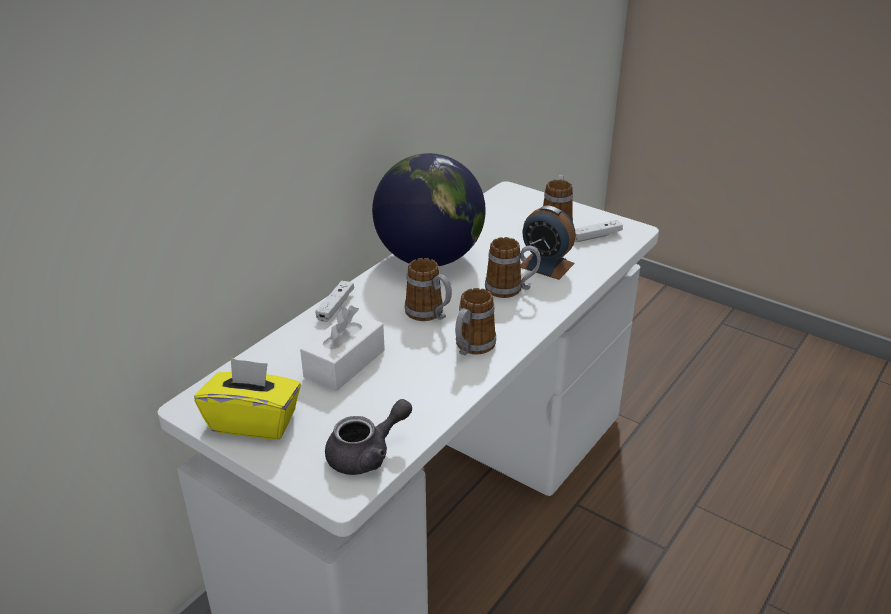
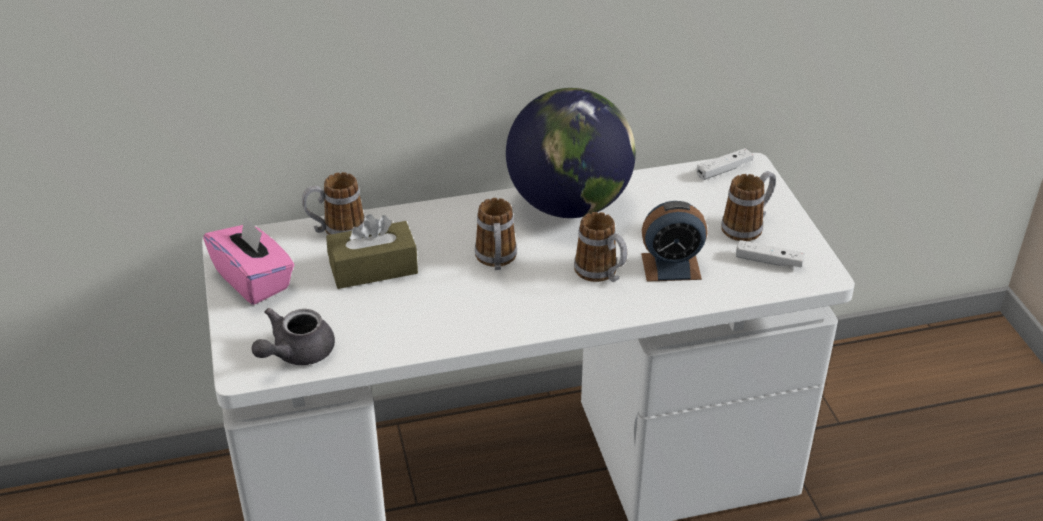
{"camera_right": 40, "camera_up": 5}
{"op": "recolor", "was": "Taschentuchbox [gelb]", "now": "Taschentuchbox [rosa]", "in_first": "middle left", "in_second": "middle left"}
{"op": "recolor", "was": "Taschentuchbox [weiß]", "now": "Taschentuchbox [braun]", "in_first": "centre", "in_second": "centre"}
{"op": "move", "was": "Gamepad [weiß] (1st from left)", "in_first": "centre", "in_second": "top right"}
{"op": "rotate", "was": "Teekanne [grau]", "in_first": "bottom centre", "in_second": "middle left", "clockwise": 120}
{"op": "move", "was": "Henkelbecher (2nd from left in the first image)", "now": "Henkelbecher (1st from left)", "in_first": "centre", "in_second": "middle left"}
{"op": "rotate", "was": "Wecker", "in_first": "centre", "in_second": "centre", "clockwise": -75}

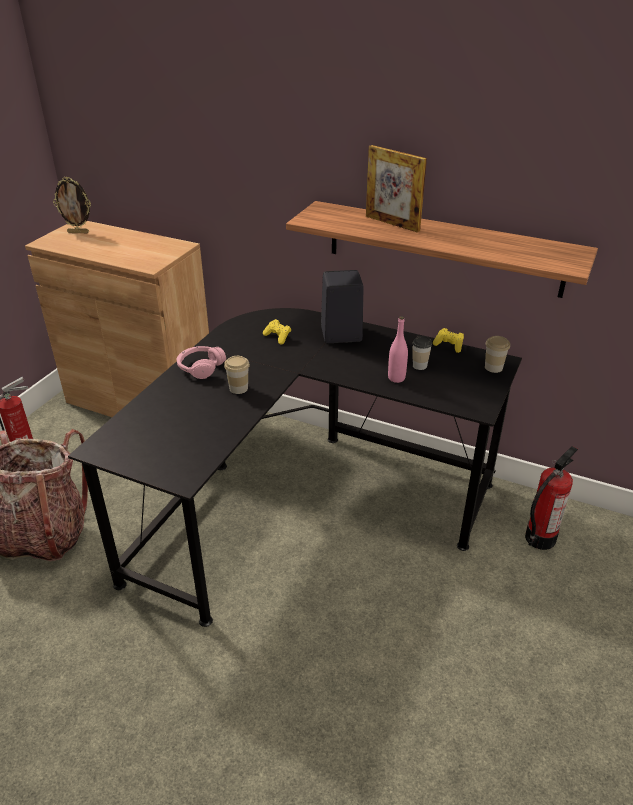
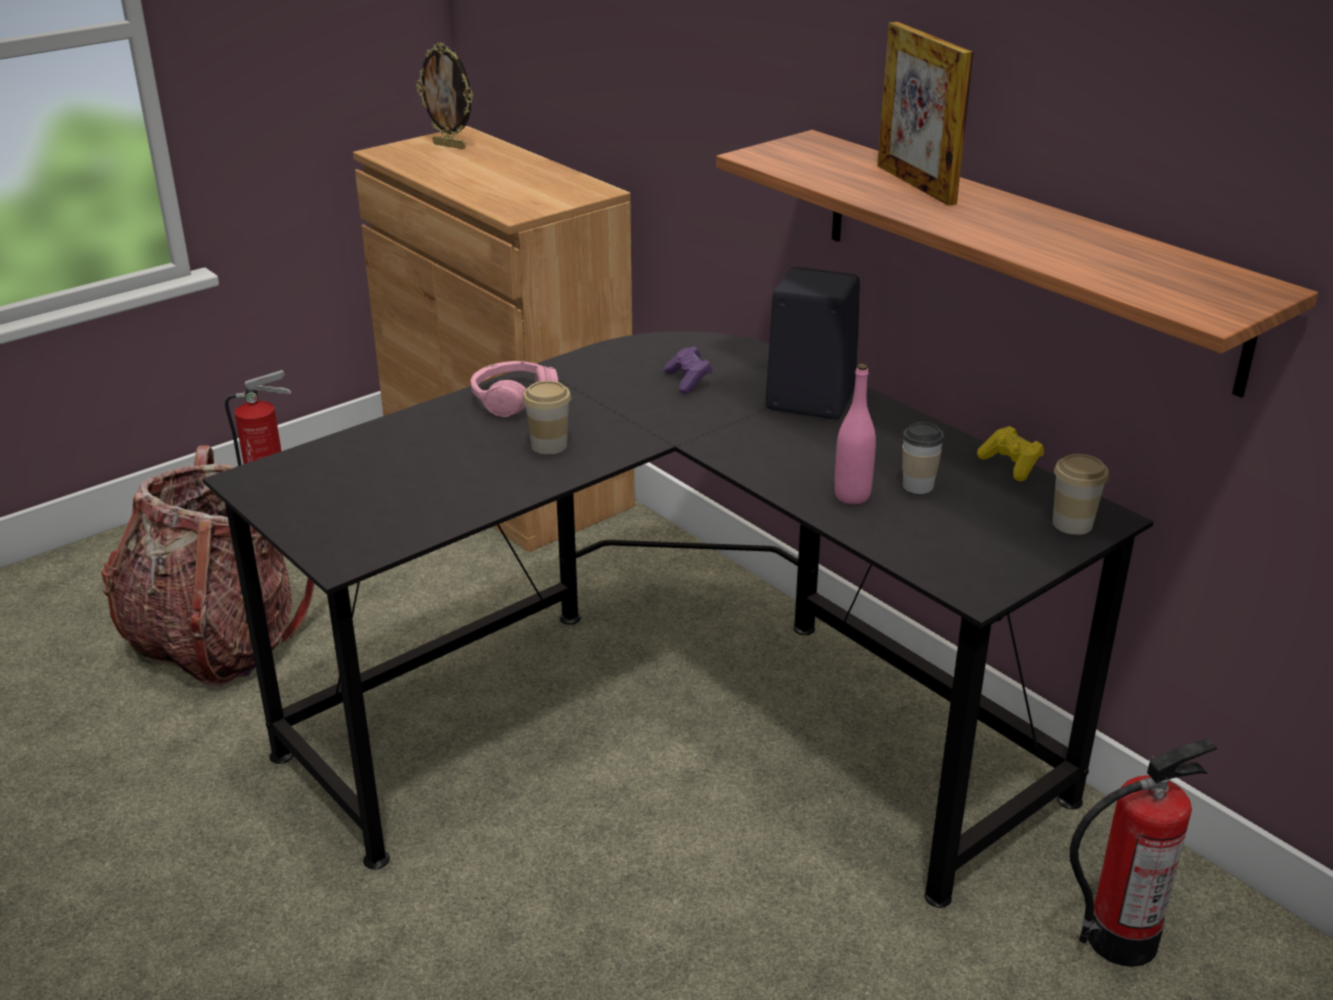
{"camera_right": 25, "camera_up": -5}
{"op": "recolor", "was": "Gamepad [gelb] (1st from left)", "now": "Gamepad [lila]", "in_first": "centre", "in_second": "centre"}

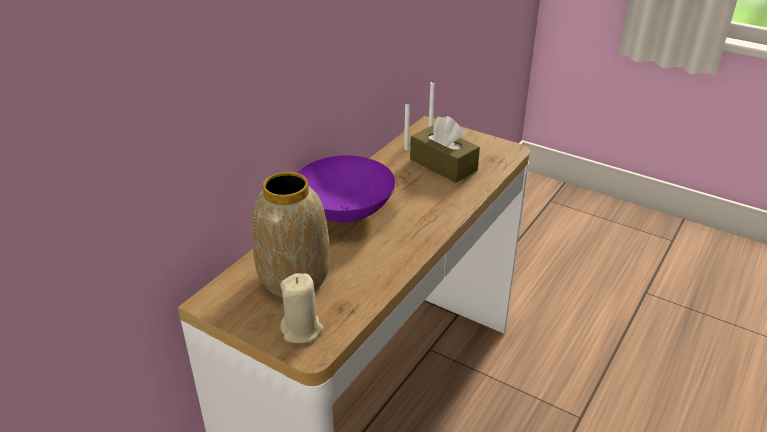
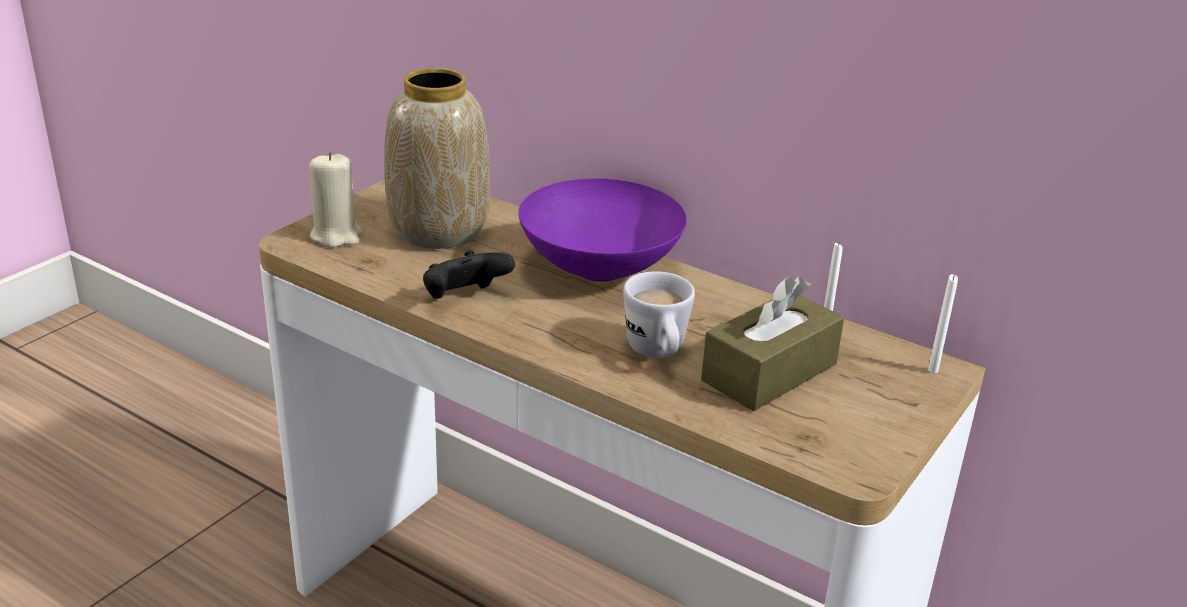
{"camera_right": 90, "camera_up": -5}
{"op": "insert", "now": "Gamepad [schwarz]", "in_second": "centre"}
{"op": "insert", "now": "Henkelbecher [weiß]", "in_second": "centre"}

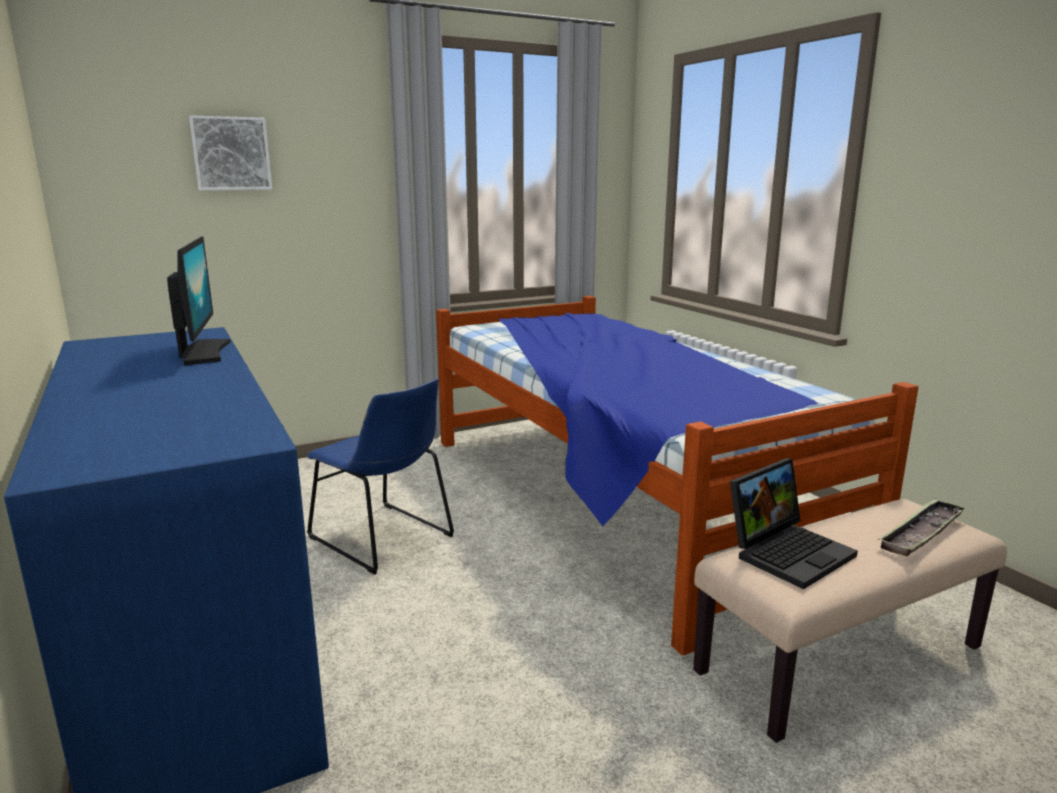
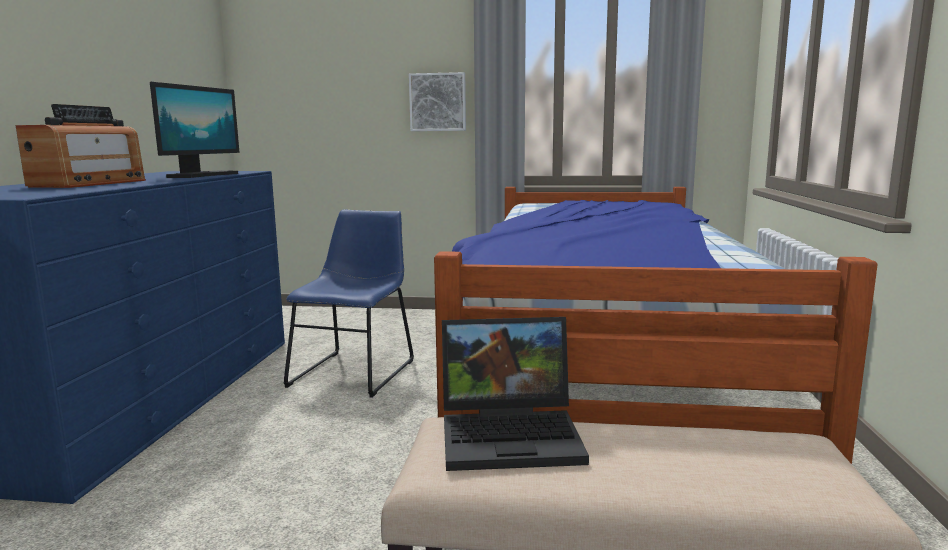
{"camera_right": 35, "camera_up": -5}
{"op": "move", "was": "Bild", "in_first": "top left", "in_second": "top centre"}
{"op": "rotate", "was": "Stuhl [blau]", "in_first": "centre", "in_second": "centre", "clockwise": -150}
{"op": "delete", "was": "Tablett", "in_first": "middle right"}
{"op": "insert", "now": "Radio", "in_second": "top left"}

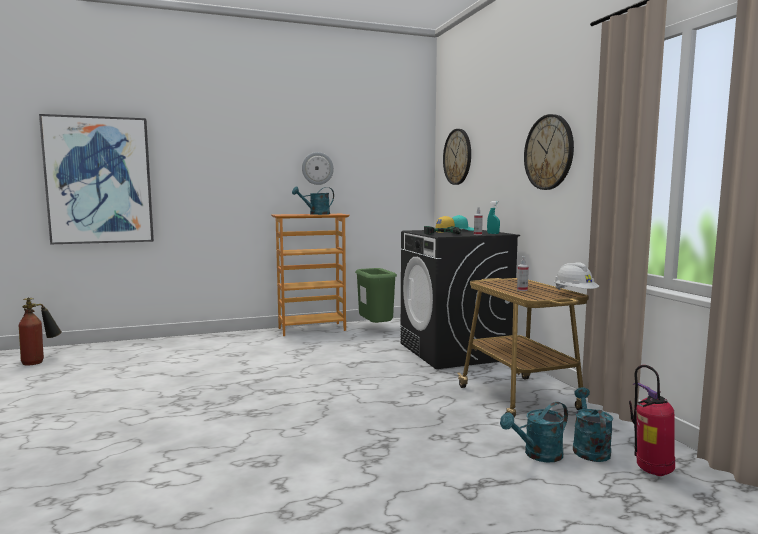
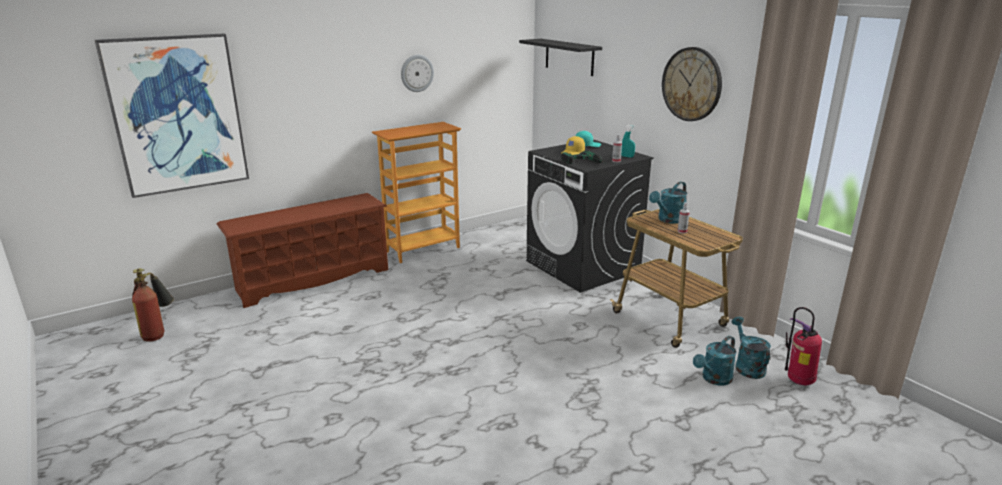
{"camera_right": -15, "camera_up": 15}
{"op": "move", "was": "Gießkanne [türkis] (1st from left)", "in_first": "centre", "in_second": "middle right"}
{"op": "delete", "was": "Mülleimer [grün]", "in_first": "centre"}
{"op": "replace", "was": "Wanduhr (2nd from left)", "now": "Wandregal [schwarz]", "in_first": "top centre", "in_second": "top centre"}
{"op": "delete", "was": "Schutzhelm [weiß]", "in_first": "middle right"}
{"op": "insert", "now": "Schuhregal [braun]", "in_second": "middle left"}

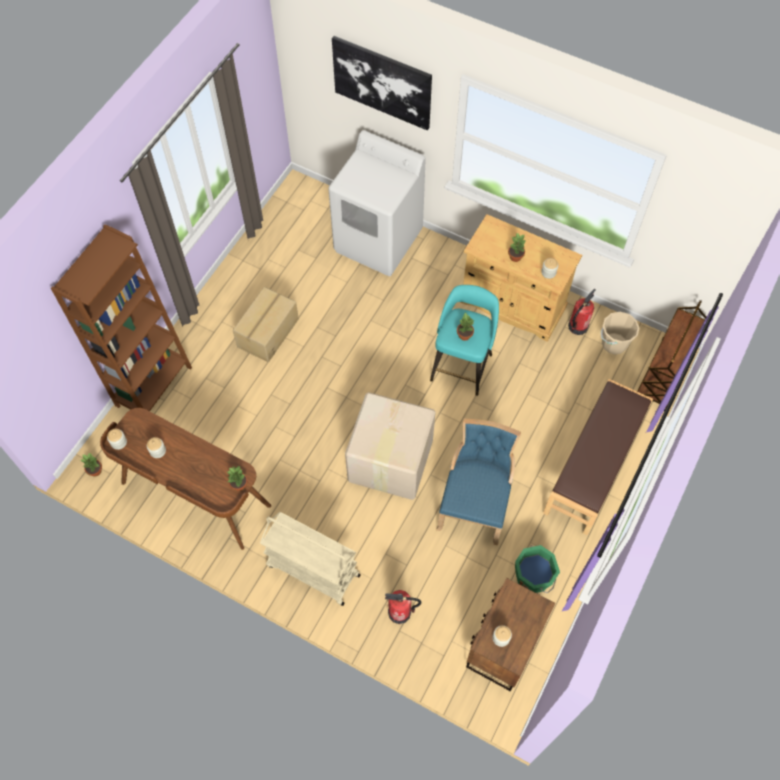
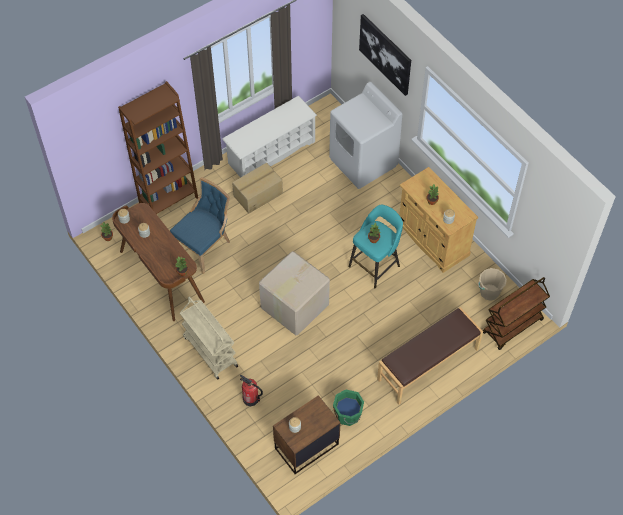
{"camera_right": 25, "camera_up": -5}
{"op": "move", "was": "Stuhl [blau]", "in_first": "centre", "in_second": "middle left"}
{"op": "delete", "was": "Feuerlöscher (2nd from left)", "in_first": "middle right"}
{"op": "insert", "now": "Schuhregal [weiß]", "in_second": "top centre"}

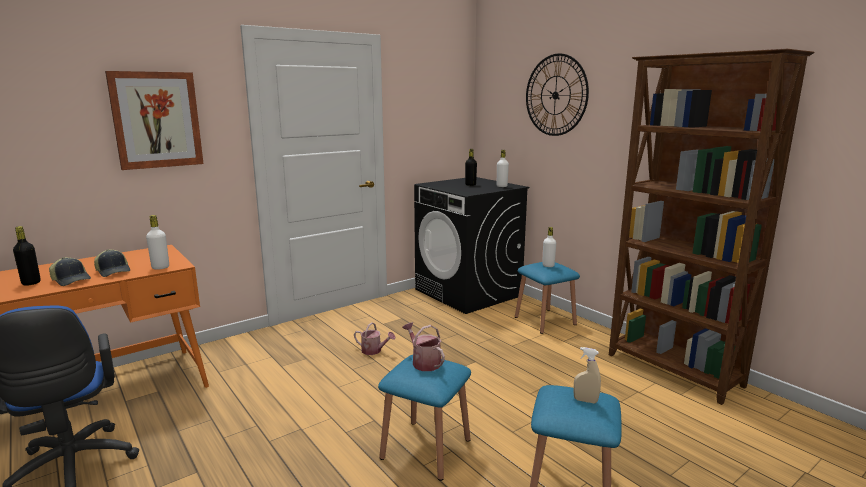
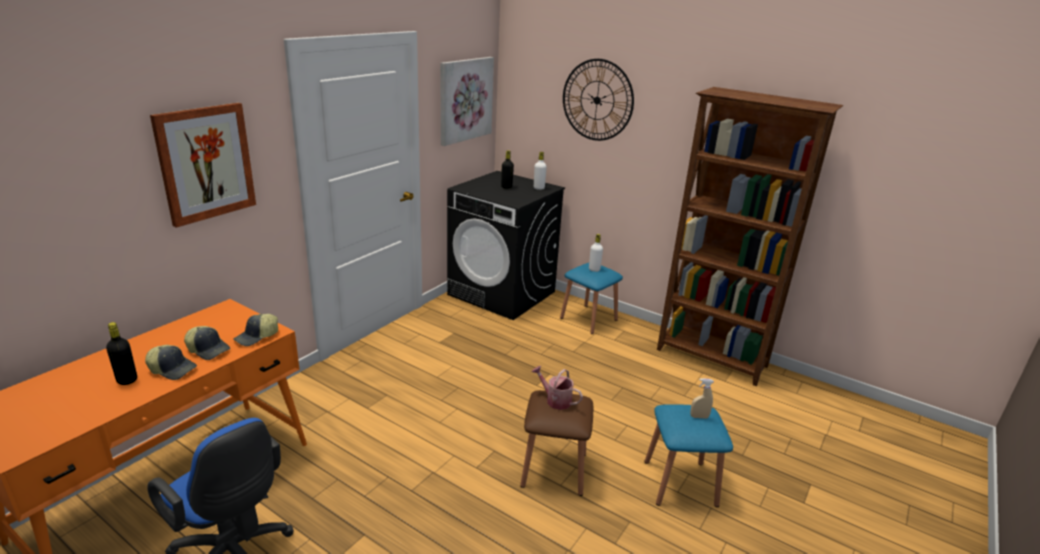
{"camera_right": -20, "camera_up": 10}
{"op": "replace", "was": "Flasche [weiß] (1st from left)", "now": "Kappe (3rd from left)", "in_first": "middle left", "in_second": "middle left"}
{"op": "delete", "was": "Gießkanne (1st from left)", "in_first": "bottom centre"}
{"op": "recolor", "was": "Hocker [blau] (1st from left)", "now": "Hocker [braun]", "in_first": "bottom centre", "in_second": "bottom centre"}
{"op": "insert", "now": "Bild (2nd from left)", "in_second": "top centre"}

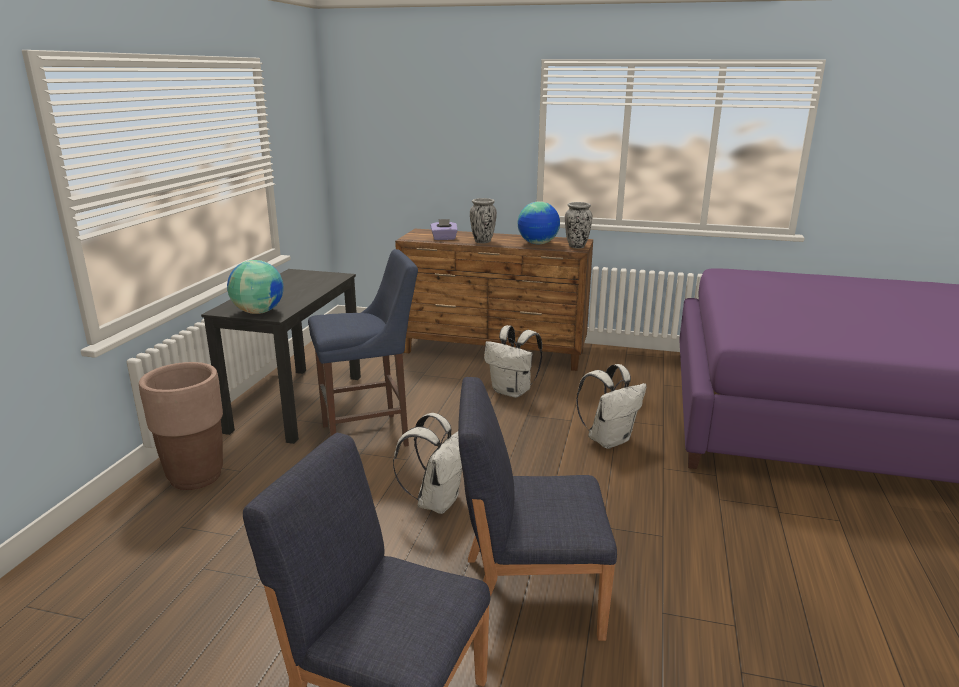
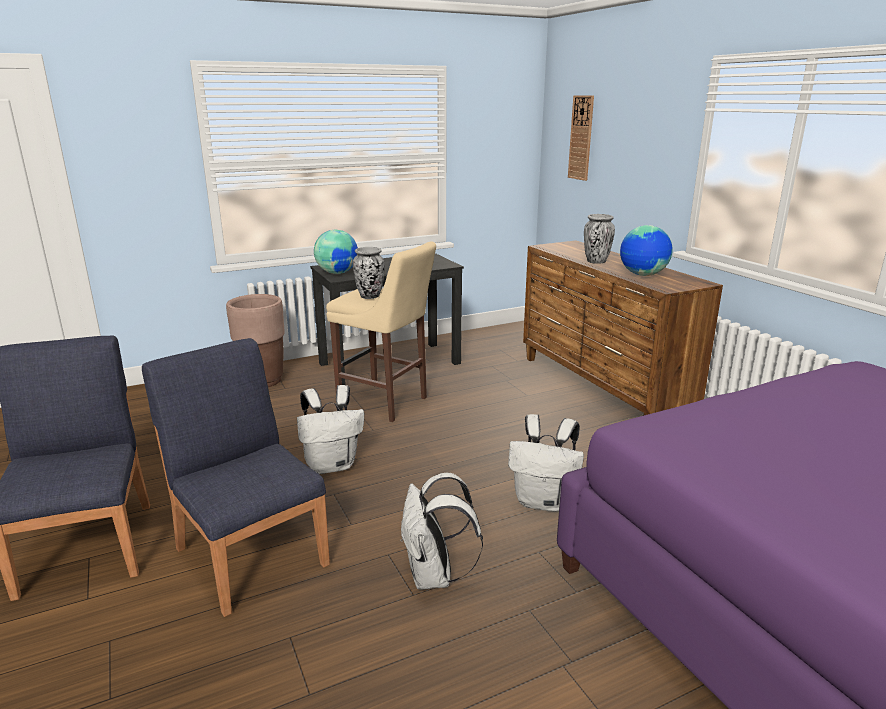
{"camera_right": 50, "camera_up": 0}
{"op": "recolor", "was": "Hocker [blau]", "now": "Hocker [beige]", "in_first": "centre", "in_second": "centre"}
{"op": "delete", "was": "Taschentuchbox [lila]", "in_first": "centre"}
{"op": "move", "was": "Rucksack [weiß] (2nd from left)", "in_first": "centre", "in_second": "bottom centre"}
{"op": "move", "was": "Vase (2nd from left in the first image)", "now": "Vase (1st from left)", "in_first": "top centre", "in_second": "centre"}
{"op": "insert", "now": "Wanduhr", "in_second": "top centre"}

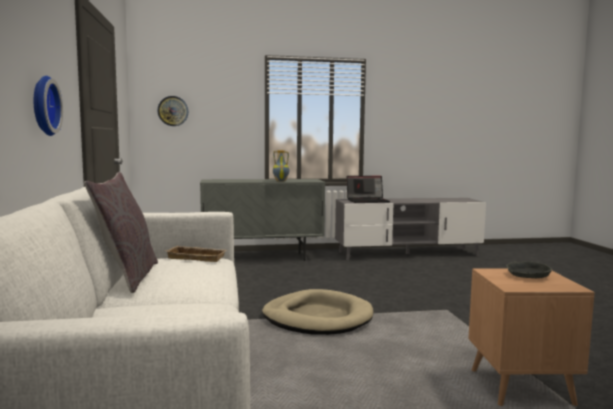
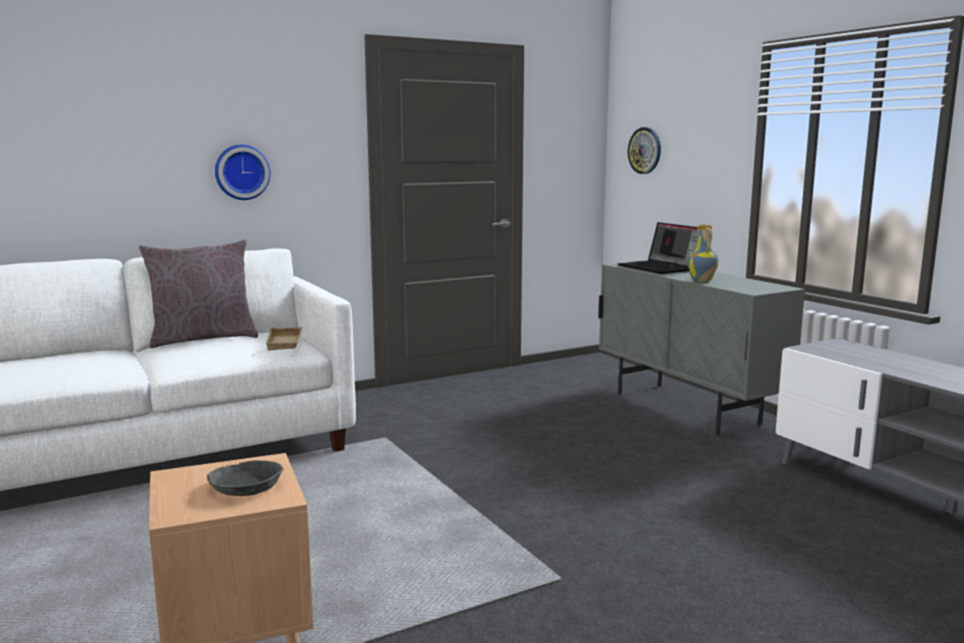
{"camera_right": 70, "camera_up": 5}
{"op": "delete", "was": "Hundebett [beige]", "in_first": "bottom centre"}
{"op": "move", "was": "Laptop", "in_first": "centre", "in_second": "middle right"}

